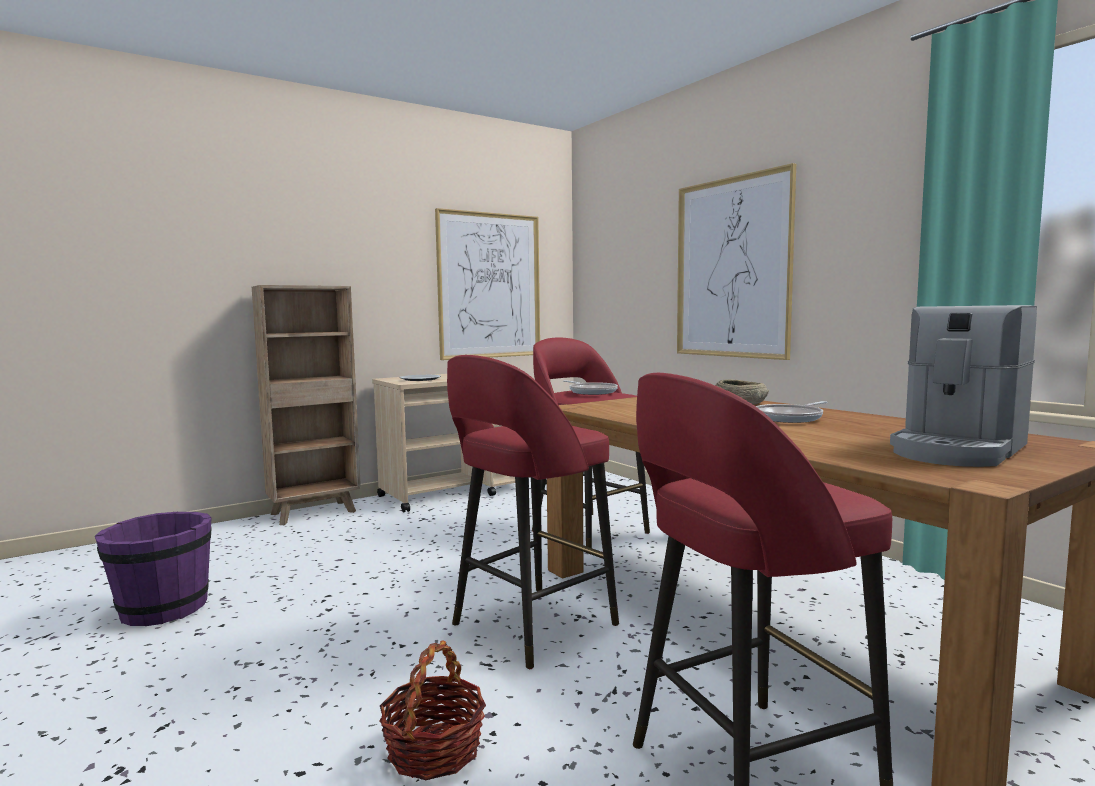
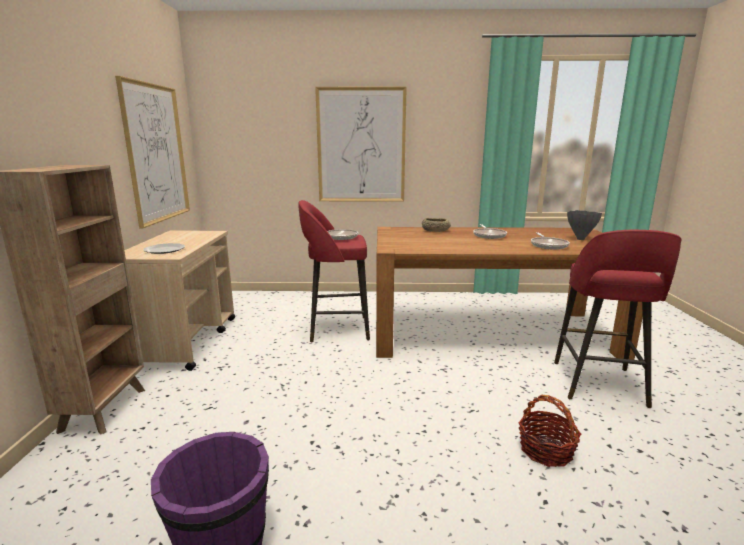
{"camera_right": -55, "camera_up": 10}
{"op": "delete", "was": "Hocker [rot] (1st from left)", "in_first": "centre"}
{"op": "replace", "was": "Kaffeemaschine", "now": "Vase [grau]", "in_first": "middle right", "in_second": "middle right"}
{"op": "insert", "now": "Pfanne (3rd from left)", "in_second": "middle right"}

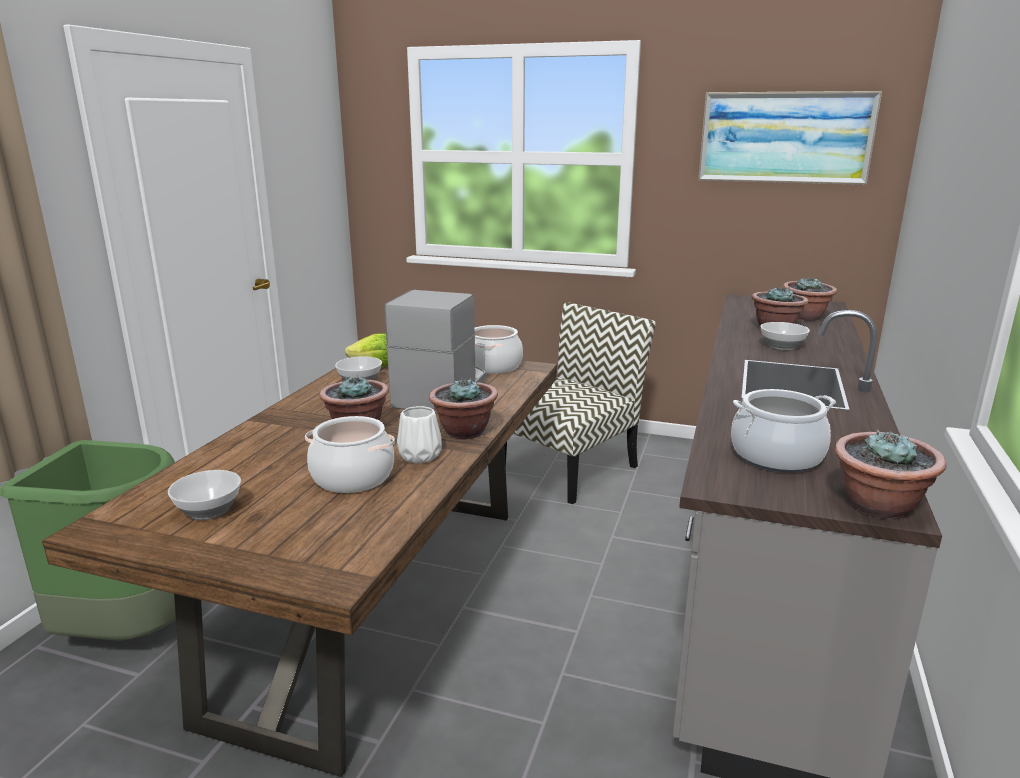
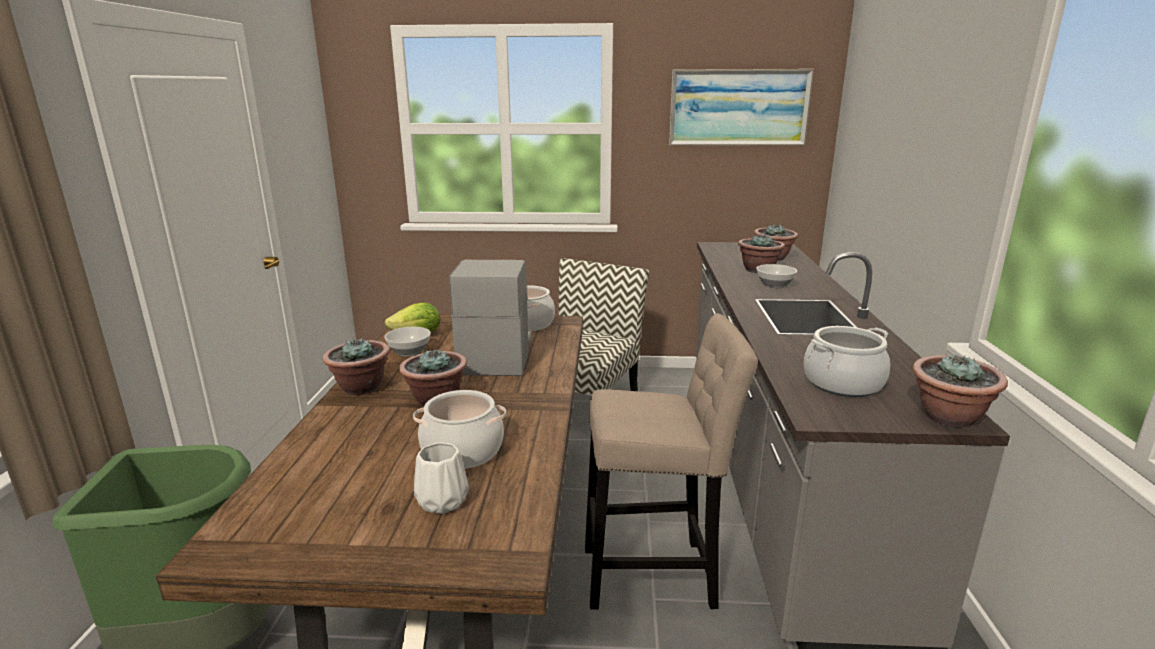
{"camera_right": -15, "camera_up": 0}
{"op": "delete", "was": "Schüssel (1st from left)", "in_first": "middle left"}
{"op": "move", "was": "Vase [weiß]", "in_first": "centre", "in_second": "bottom centre"}
{"op": "move", "was": "Topfpflanze (2nd from left in the first image)", "now": "Topfpflanze (1st from left)", "in_first": "centre", "in_second": "middle left"}
{"op": "insert", "now": "Hocker [beige]", "in_second": "bottom centre"}

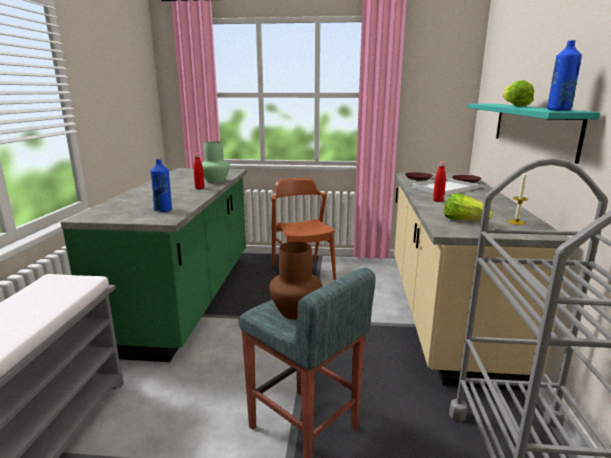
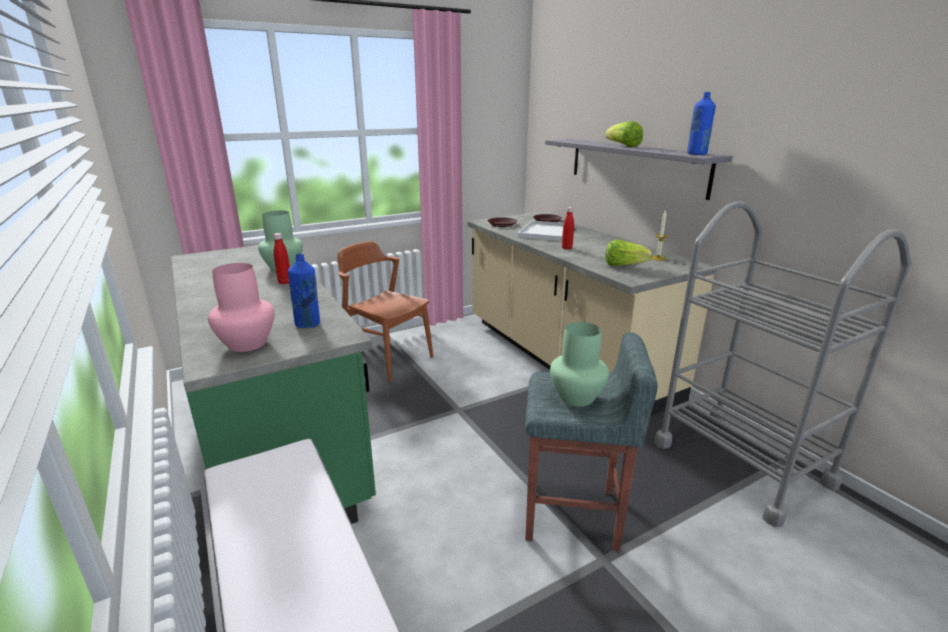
{"camera_right": -35, "camera_up": 5}
{"op": "recolor", "was": "Vase [braun]", "now": "Vase [grün] (2nd from left)", "in_first": "centre", "in_second": "centre"}
{"op": "recolor", "was": "Wandregal [türkis]", "now": "Wandregal [grau]", "in_first": "top right", "in_second": "top right"}
{"op": "insert", "now": "Vase [rosa]", "in_second": "middle left"}

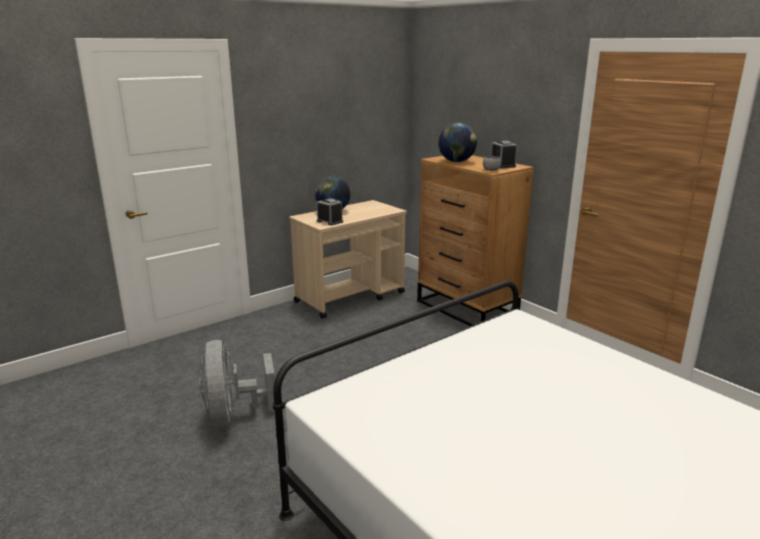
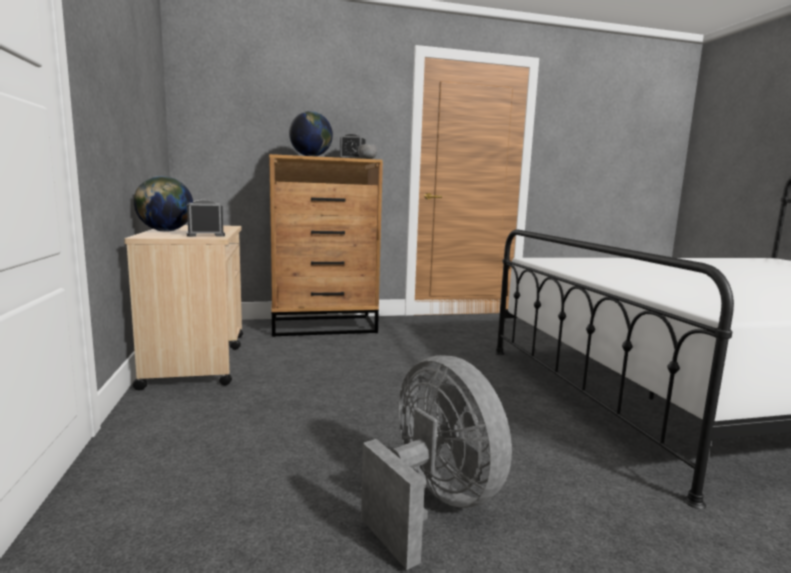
{"camera_right": -65, "camera_up": -10}
{"op": "rotate", "was": "Ventilator [grau]", "in_first": "bottom left", "in_second": "bottom centre", "clockwise": -135}

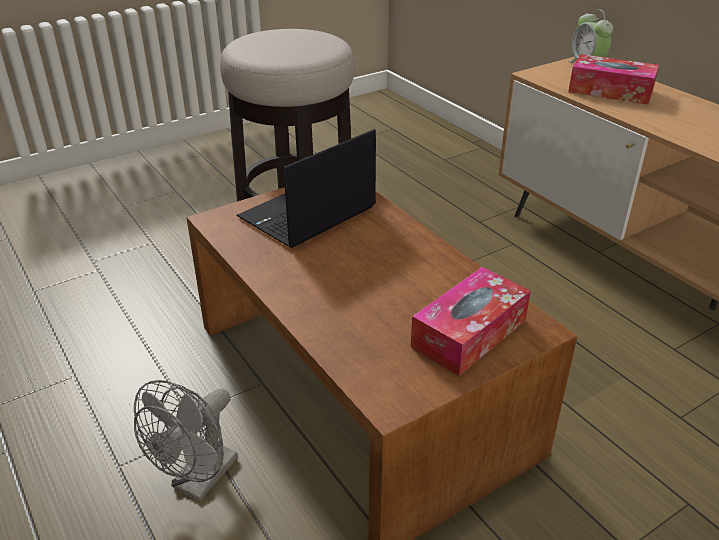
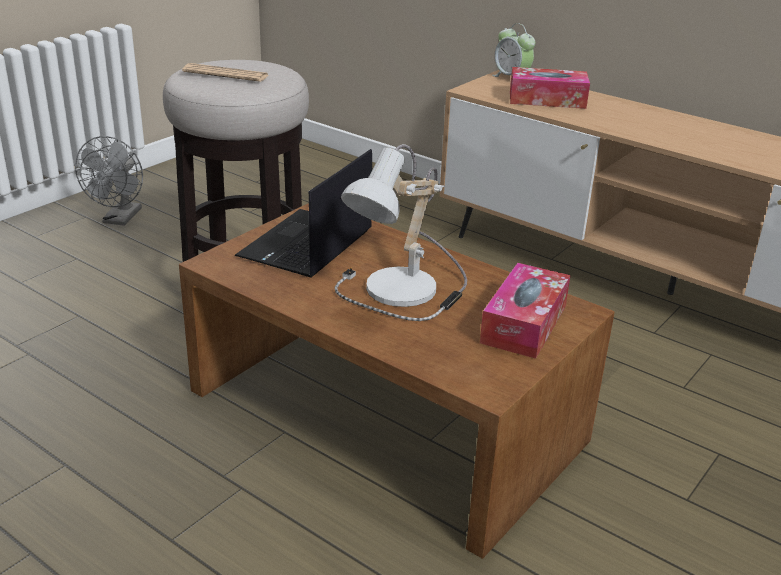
{"camera_right": -20, "camera_up": -5}
{"op": "move", "was": "Ventilator [grau]", "in_first": "bottom left", "in_second": "top left"}
{"op": "insert", "now": "Zeitung", "in_second": "top left"}
{"op": "insert", "now": "Tischlampe", "in_second": "centre"}

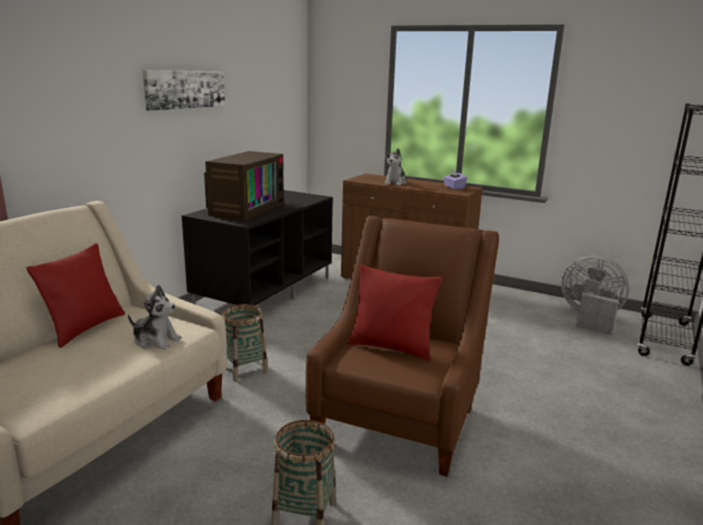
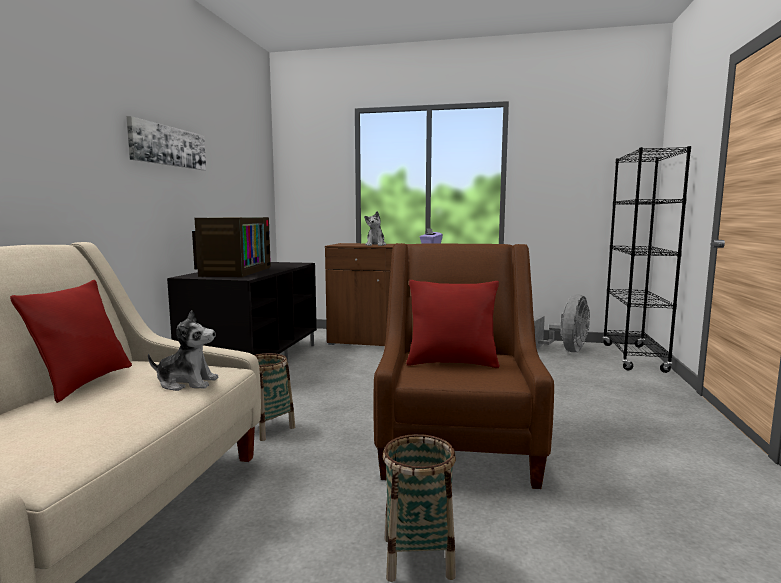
{"camera_right": -15, "camera_up": -10}
{"op": "rotate", "was": "Ventilator [grau]", "in_first": "middle right", "in_second": "middle right", "clockwise": 105}

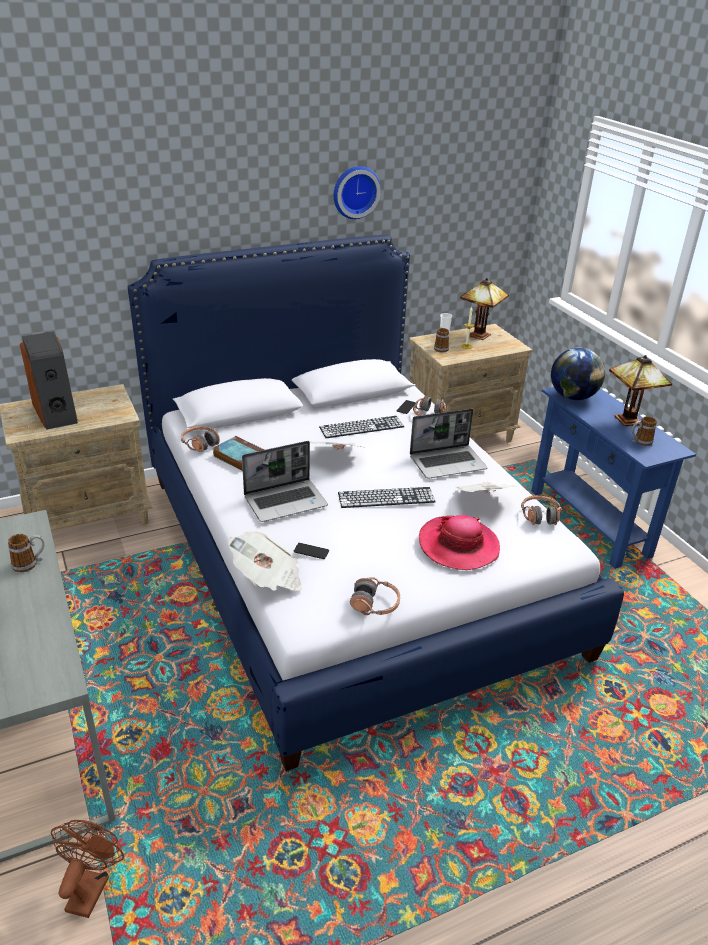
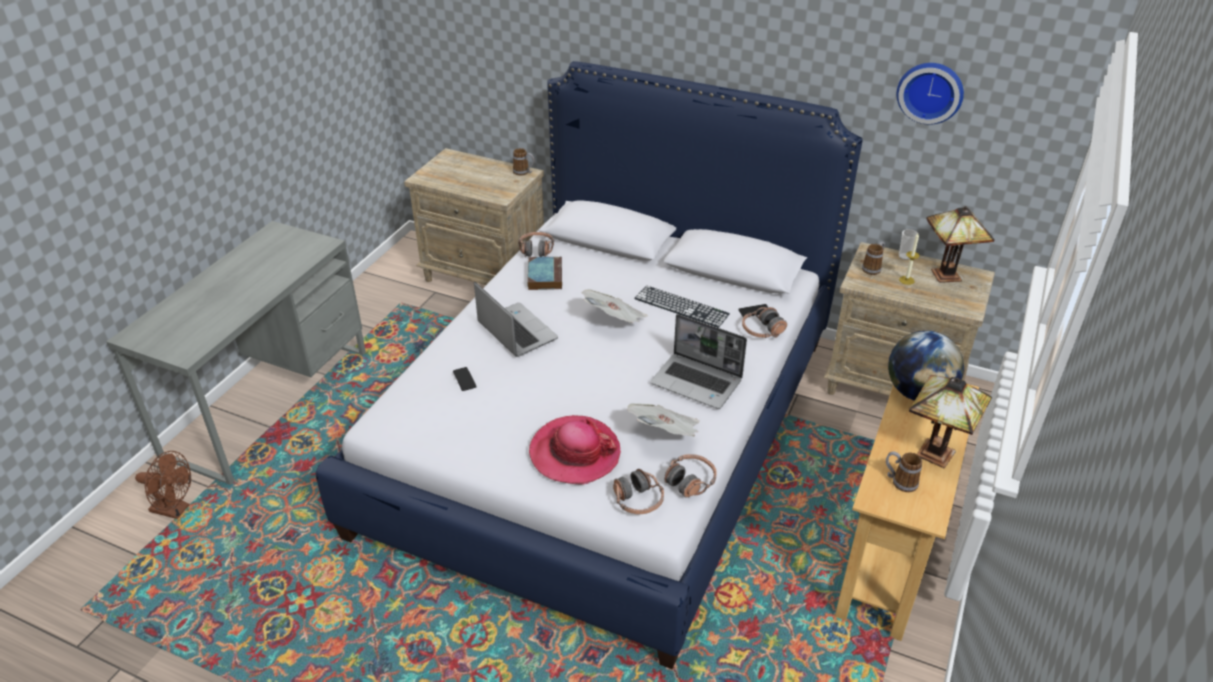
{"camera_right": 50, "camera_up": 5}
{"op": "move", "was": "Henkelbecher (1st from left)", "in_first": "middle left", "in_second": "top centre"}
{"op": "delete", "was": "Lautsprecher", "in_first": "middle left"}
{"op": "rotate", "was": "Ventilator [braun]", "in_first": "bottom left", "in_second": "bottom left", "clockwise": 45}
{"op": "delete", "was": "Zeitung (1st from left)", "in_first": "centre"}
{"op": "rotate", "was": "Laptop (1st from left)", "in_first": "centre", "in_second": "centre", "clockwise": -150}
{"op": "move", "was": "Wanduhr", "in_first": "top centre", "in_second": "top right"}
{"op": "delete", "was": "Tastatur (2nd from left)", "in_first": "centre"}
{"op": "move", "was": "Kopfhörer (2nd from left)", "in_first": "centre", "in_second": "bottom centre"}
{"op": "recolor", "was": "Konsolentisch [blau]", "now": "Konsolentisch [beige]", "in_first": "middle right", "in_second": "bottom right"}

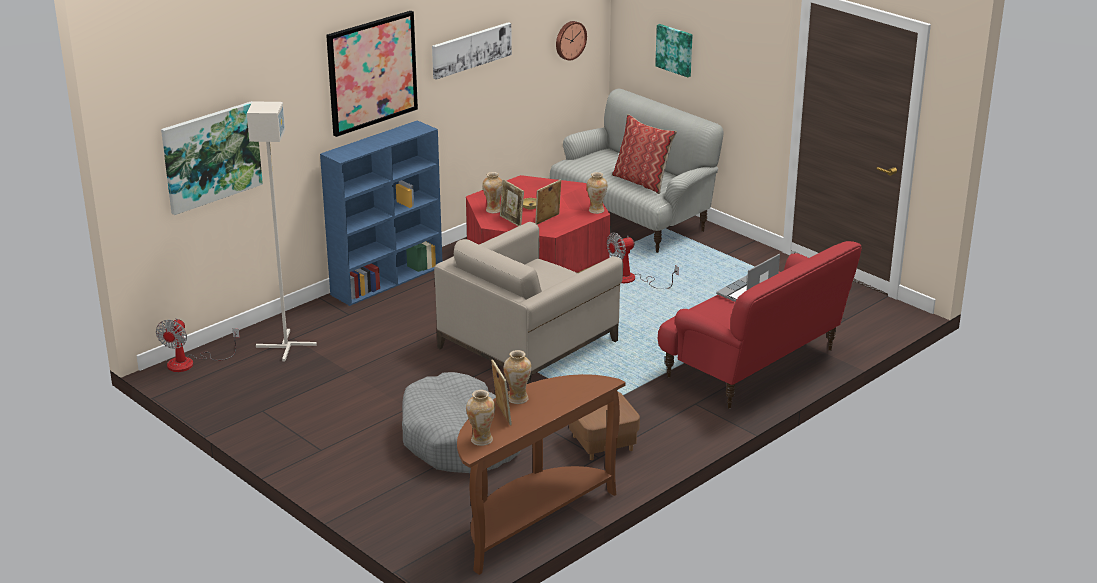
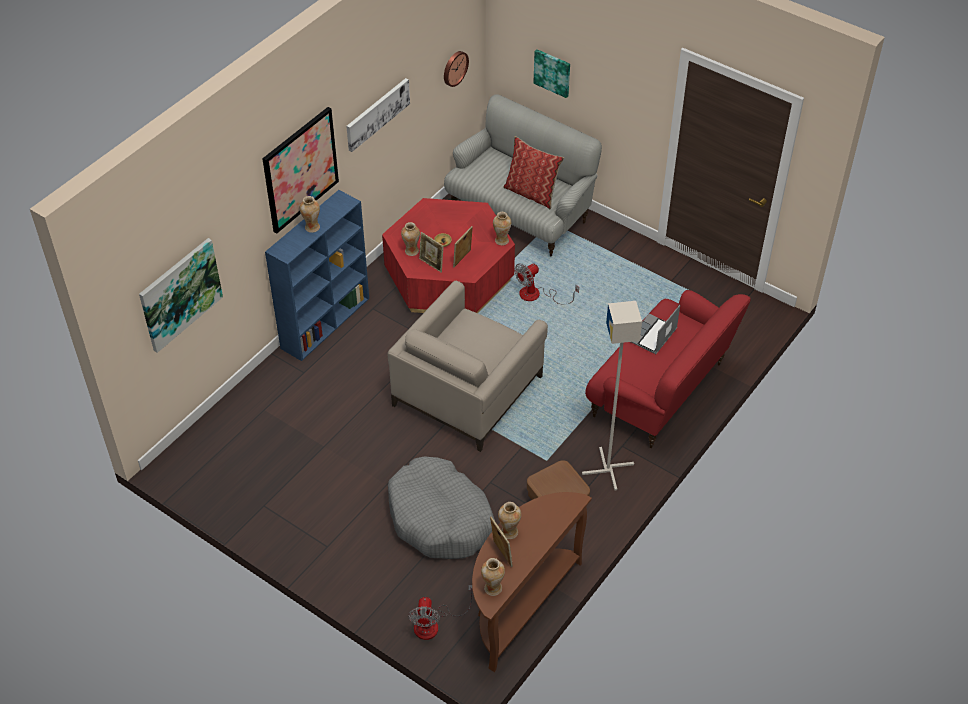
{"camera_right": -10, "camera_up": 20}
{"op": "move", "was": "Ventilator (1st from left)", "in_first": "middle left", "in_second": "bottom centre"}
{"op": "move", "was": "Stehlampe [grau]", "in_first": "middle left", "in_second": "centre"}
{"op": "insert", "now": "Vase (1st from left)", "in_second": "top left"}

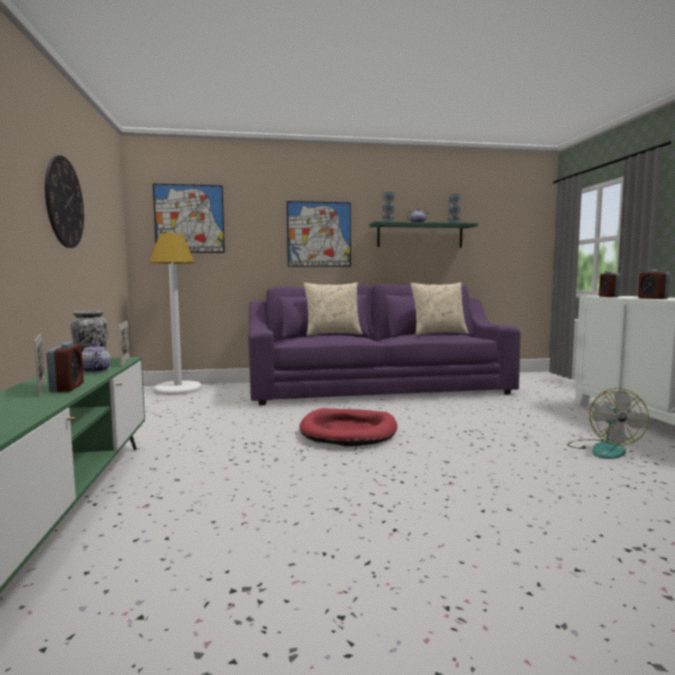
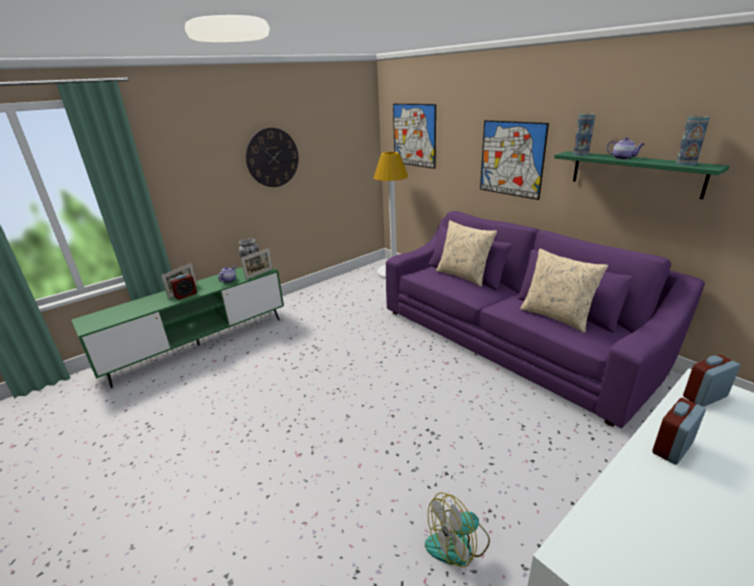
{"camera_right": 60, "camera_up": 20}
{"op": "delete", "was": "Hundebett [rot]", "in_first": "centre"}

